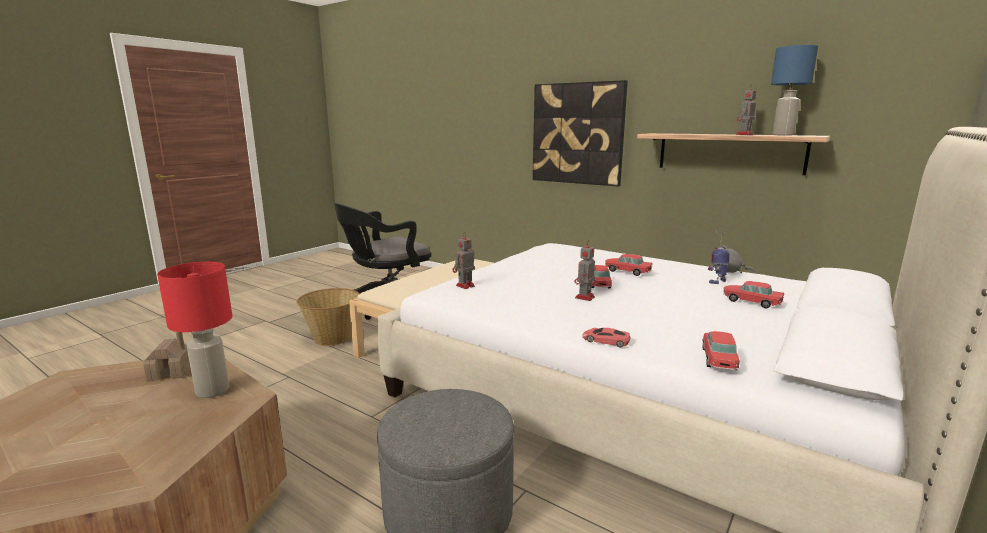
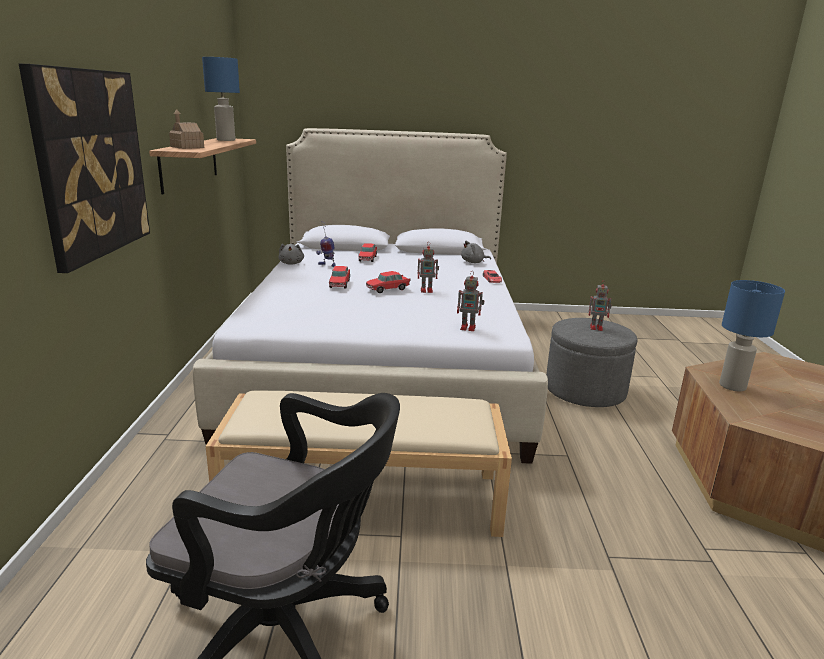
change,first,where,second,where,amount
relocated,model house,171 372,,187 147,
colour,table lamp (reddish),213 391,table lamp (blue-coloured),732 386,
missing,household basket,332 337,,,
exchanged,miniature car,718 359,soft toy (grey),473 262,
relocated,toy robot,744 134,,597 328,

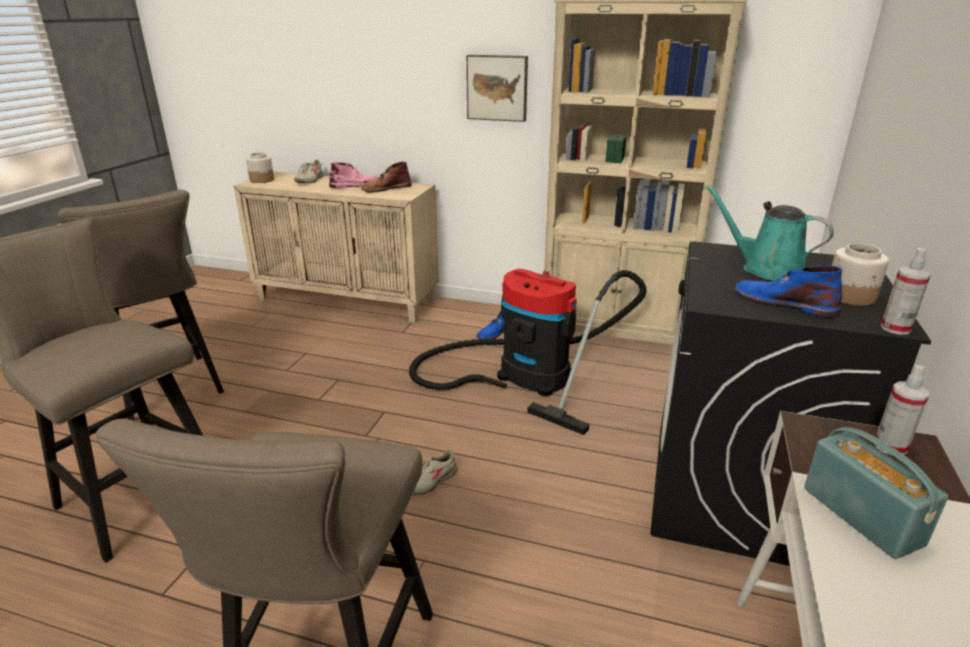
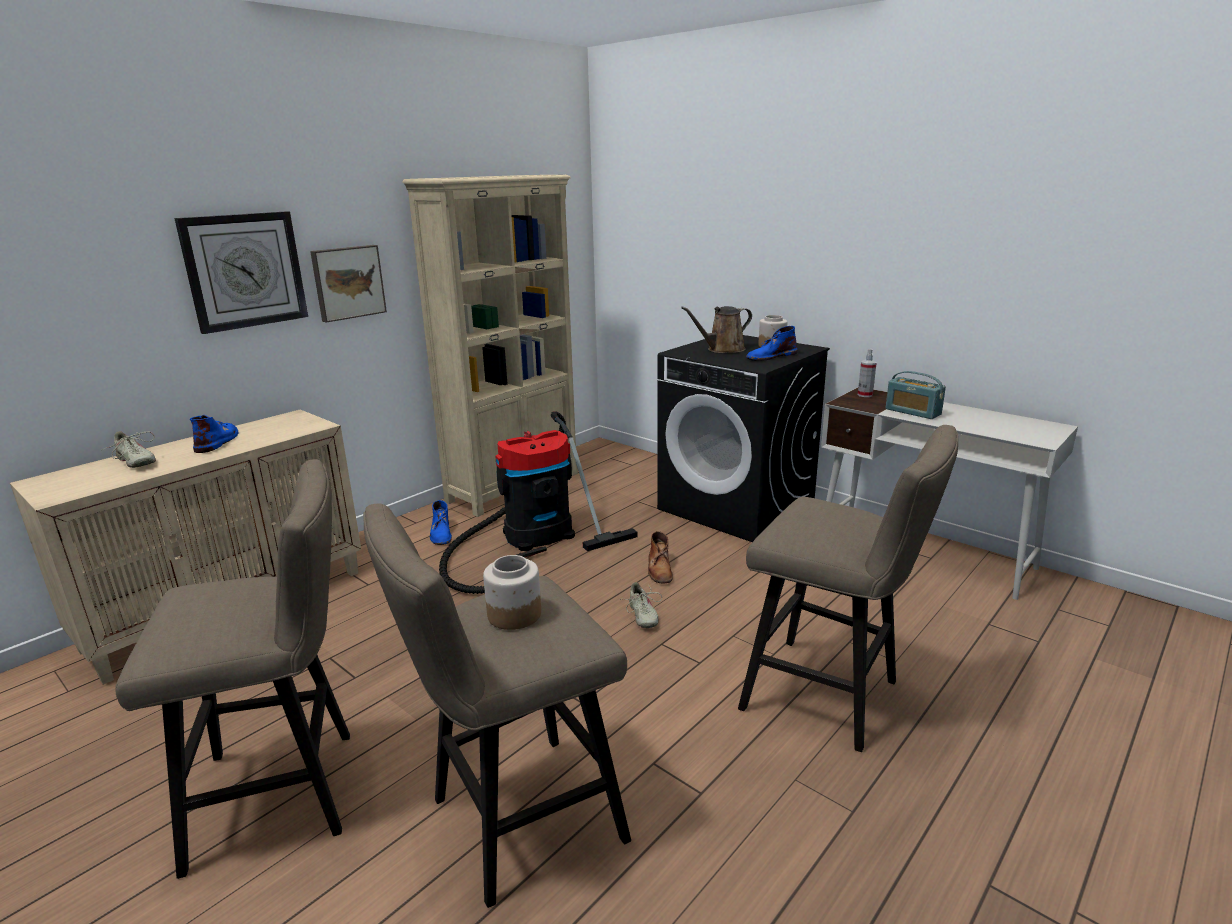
change,first,where,second,where,amount
relocated,jar,261 180,,513 615,
colour,high-top boot (pinkish),355 185,high-top boot (blue-coloured),218 441,
relocated,high-top boot (brownish),386 188,,659 569,
colour,watering can (blue-green),766 269,watering can (brownish),722 350,
spun,radio receiver,861 516,,912 412,135 degrees counterclockwise
missing,hand sprayer,895 328,,,
appeared,,,clock on the wall,244 271,

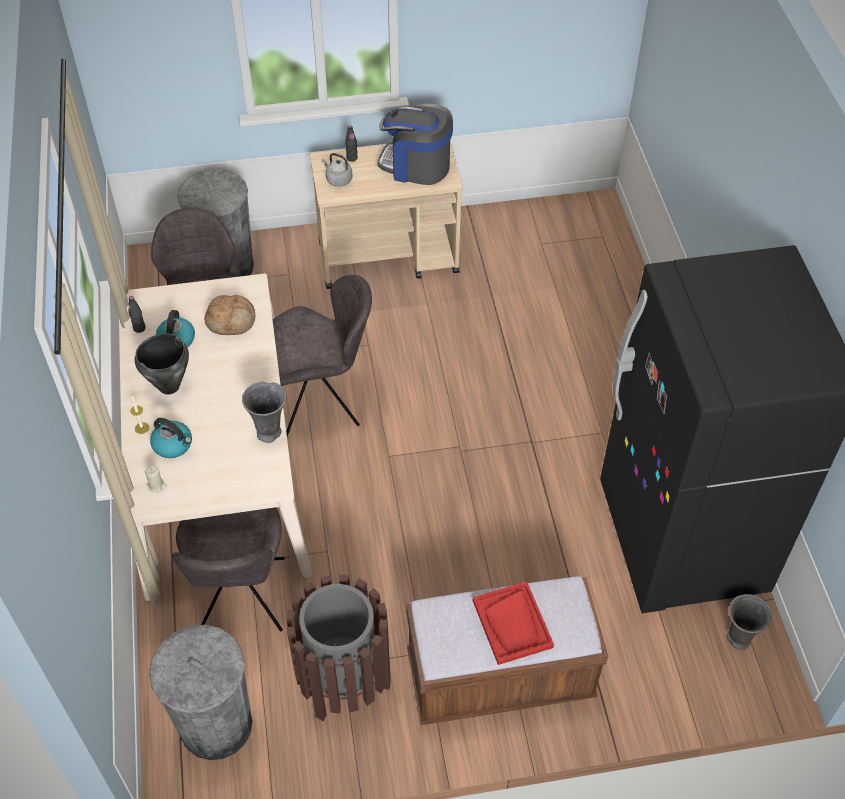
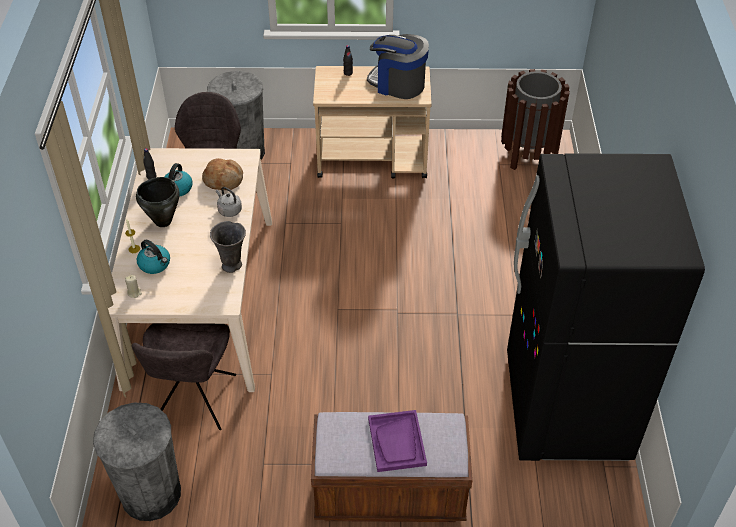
change,first,where,second,where,amount
missing,plain chair (grey),321 402,,,
relocated,trash can (brownish),343 680,,528 153,
relocated,water kettle (grey),338 179,,229 210,
colour,tray (reddish),512 624,tray (purple-coloured),397 442,
missing,flower vase (grey),738 640,,,

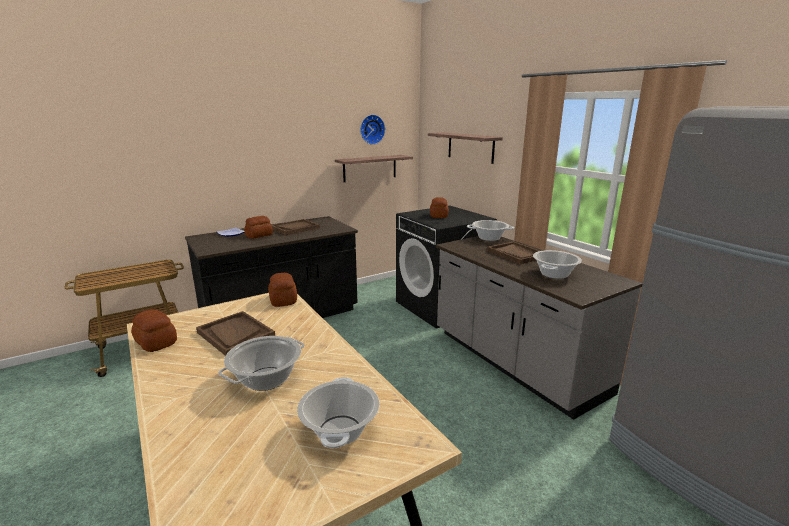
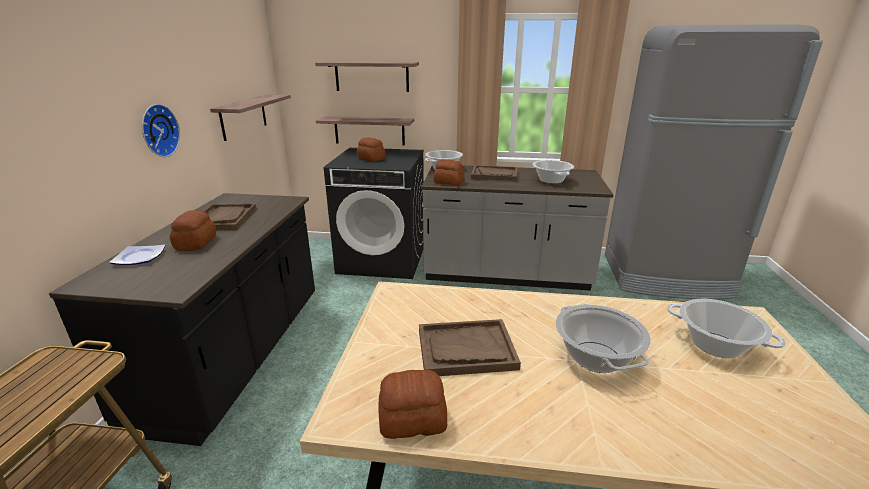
change,first,where,second,where,amount
relocated,bread,283 300,,449 182,
relocated,clock on the wall,371 129,,157 130,
appeared,,,wall shelf,369 130,

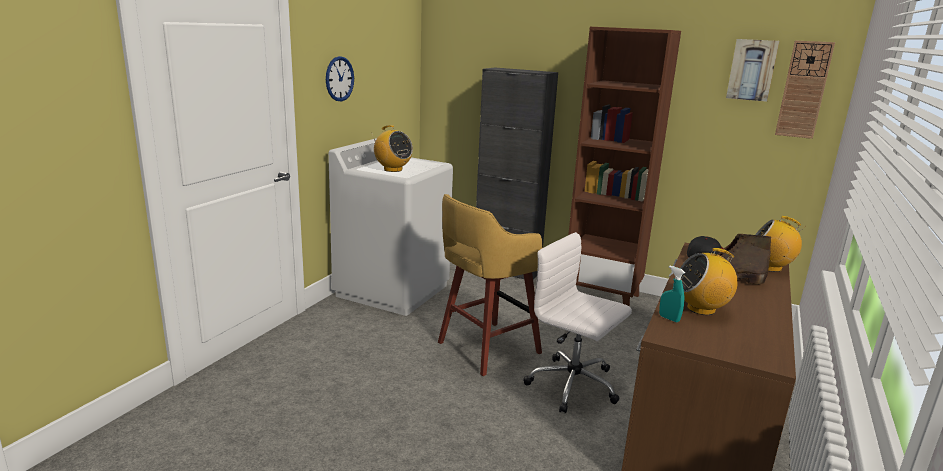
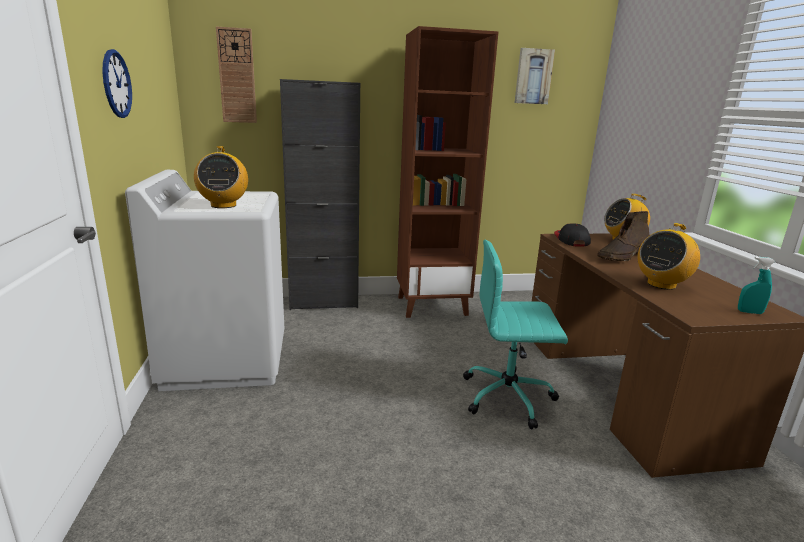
change,first,where,second,where,amount
spun,radio receiver,392 169,,223 205,75 degrees clockwise
missing,stool (yellow),486 348,,,
colour,computer chair (white),574 386,computer chair (blue-green),509 397,
relocated,hand sprayer (blue-green),669 318,,749 312,
relocated,clock on the wall,803 90,,237 76,

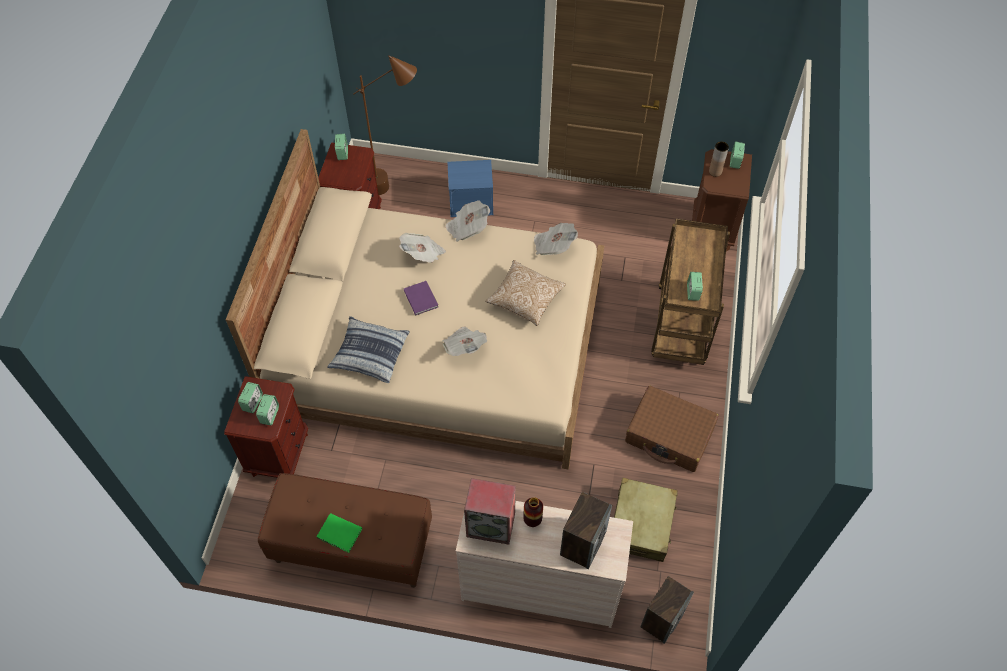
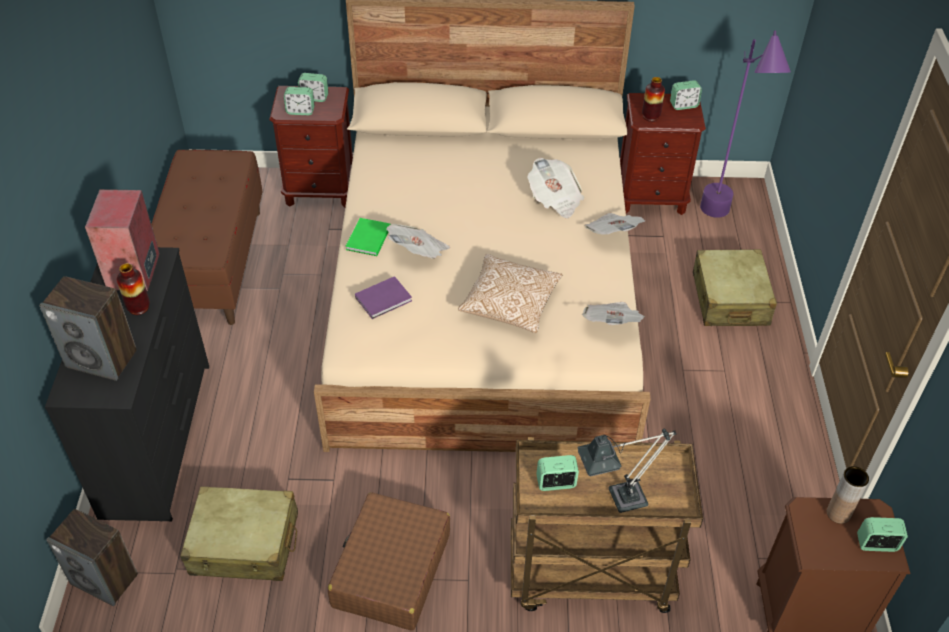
change,first,where,second,where,amount
relocated,book (green),340 534,,367 239,
missing,cushion,370 354,,,
colour,standing lamp (brownish),396 187,standing lamp (purple-coloured),721 224,
relocated,book (purple-coloured),421 298,,385 299,
exchanged,storage box (blue-coloured),471 201,suitcase (beige),729 299,
colour,dresser (beige),540 586,dresser (blackish),158 439,
appeared,,,table lamp,618 499,
appeared,,,flower vase,650 117,

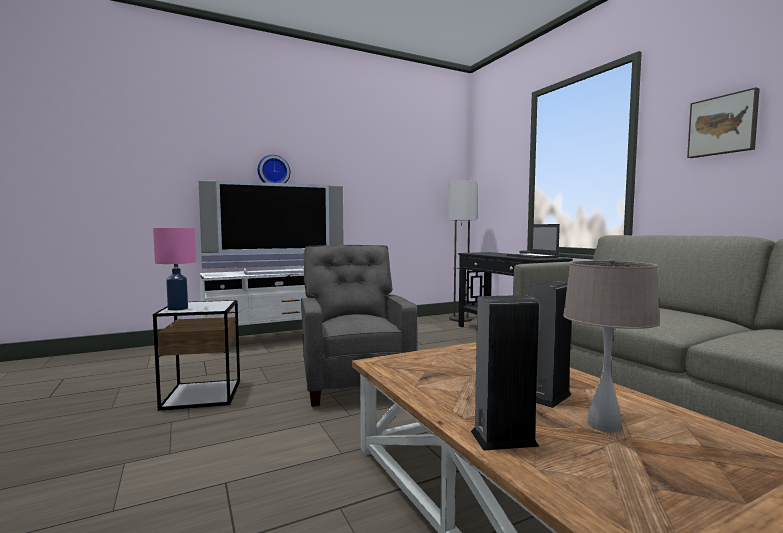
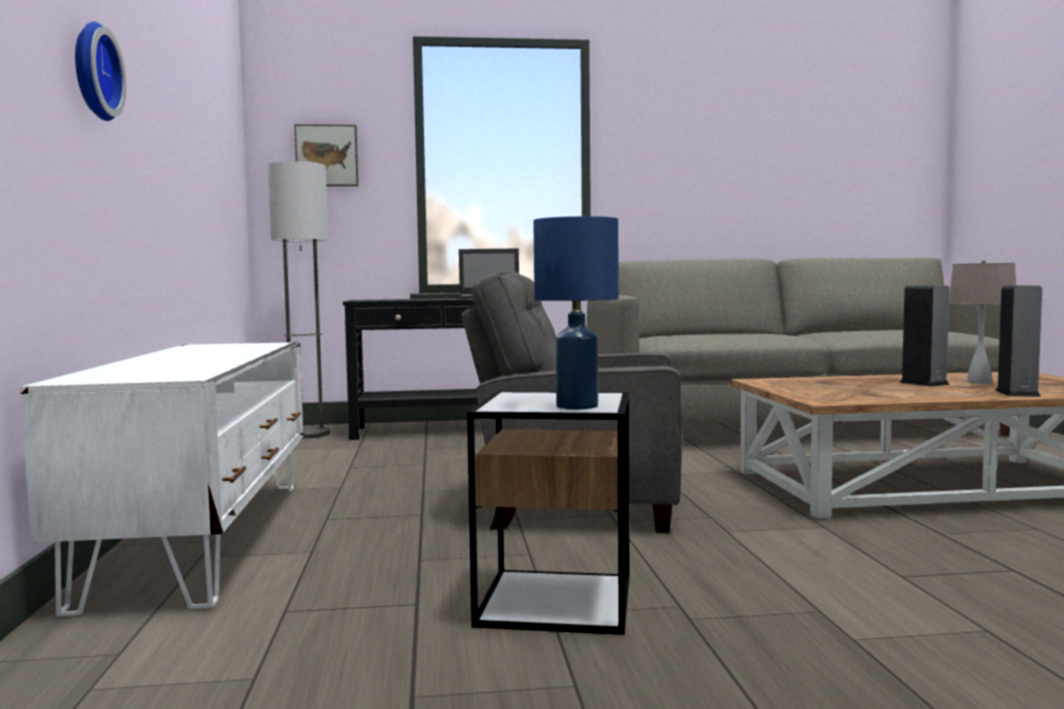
change,first,where,second,where,amount
colour,table lamp (pinkish),177 309,table lamp (blue-coloured),577 406,
missing,television,277 272,,,
relocated,wall art,723 125,,327 156,

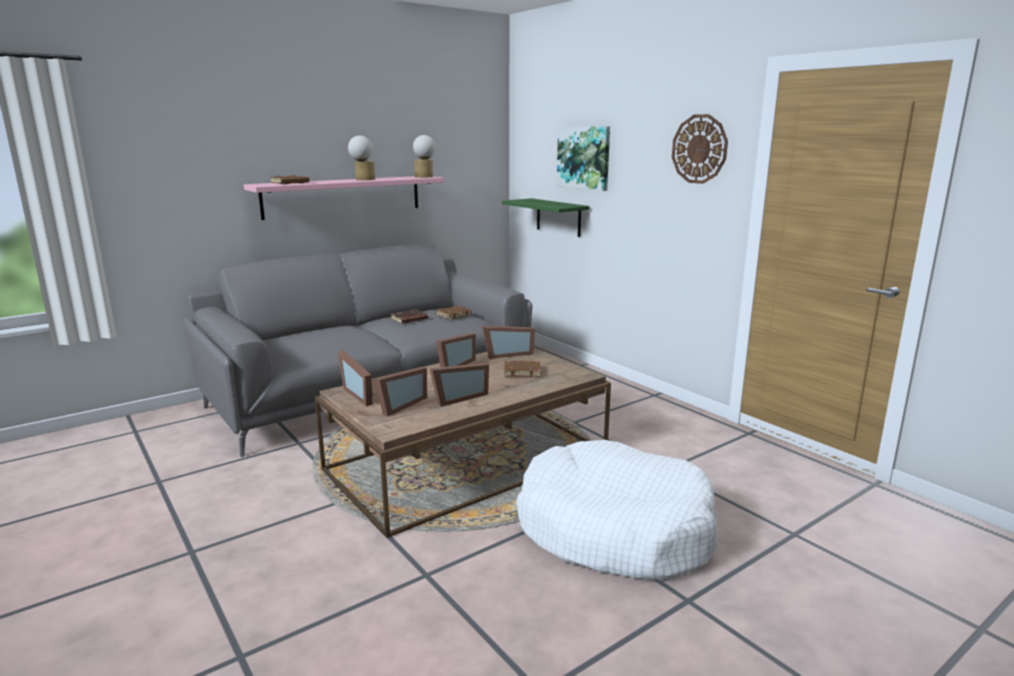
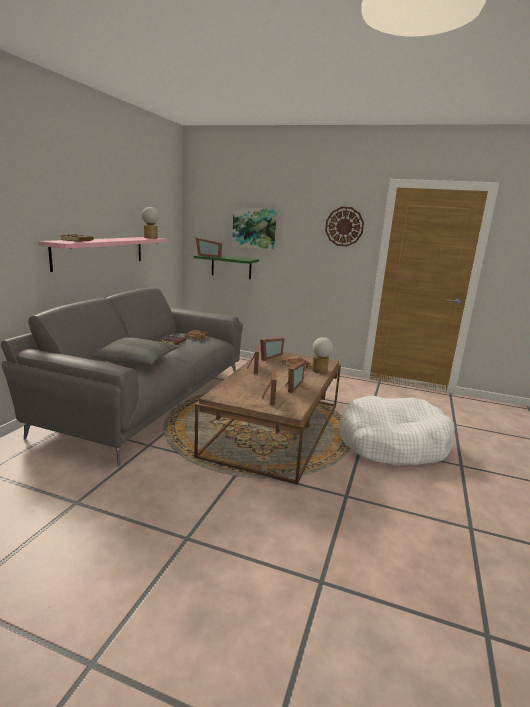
change,first,where,second,where,amount
relocated,standing frame,361 394,,209 256,
relocated,table lamp,363 179,,319 371,
appeared,,,cushion (grey),137 360,

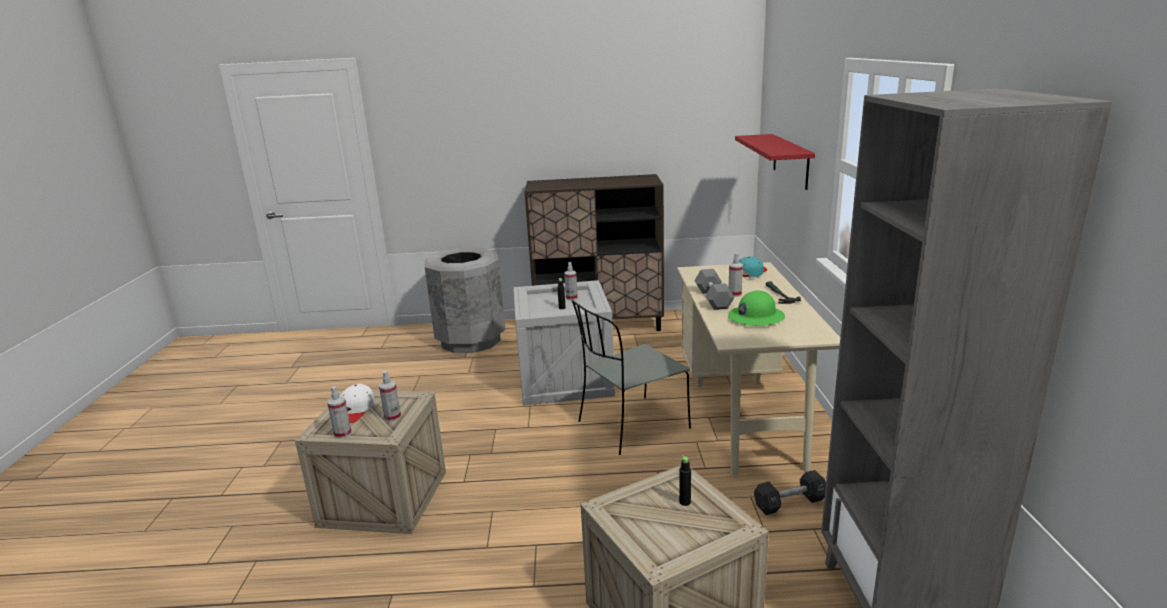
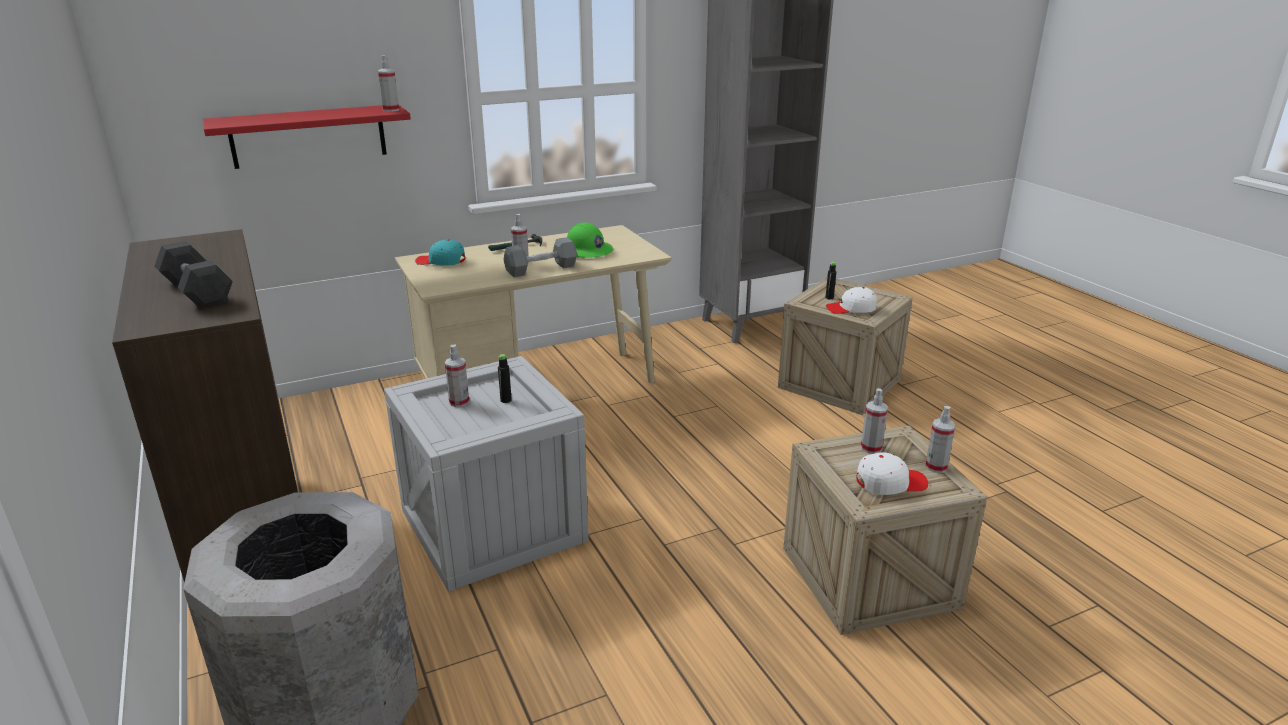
change,first,where,second,where,amount
missing,plain chair (grey),631 426,,,
relocated,free weight (blackish),789 503,,197 292,
appeared,,,hand sprayer,391 110,
appeared,,,cap (white),851 308,

